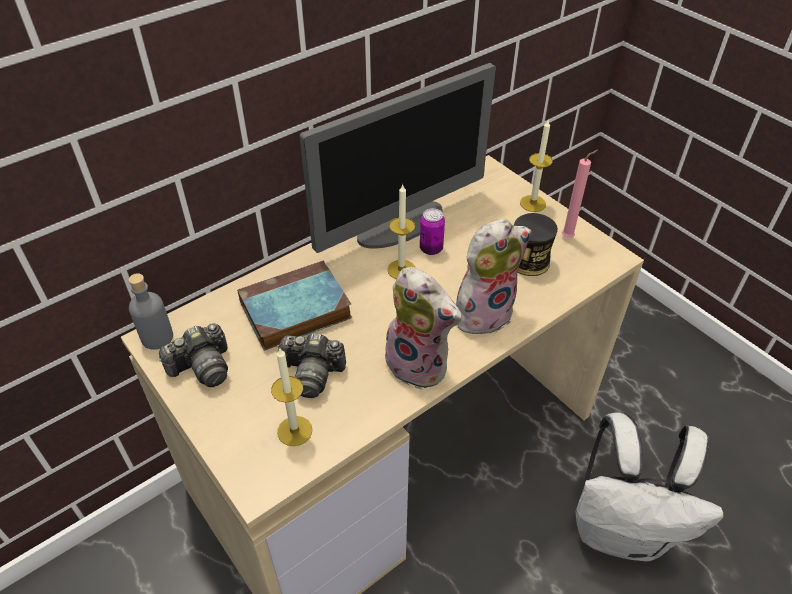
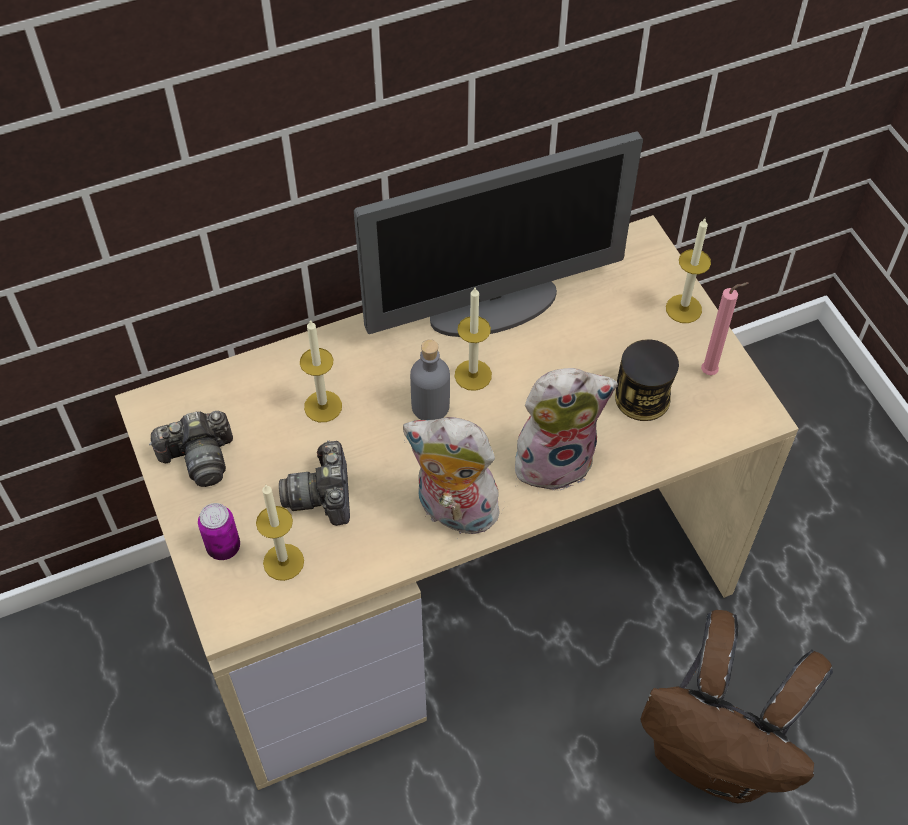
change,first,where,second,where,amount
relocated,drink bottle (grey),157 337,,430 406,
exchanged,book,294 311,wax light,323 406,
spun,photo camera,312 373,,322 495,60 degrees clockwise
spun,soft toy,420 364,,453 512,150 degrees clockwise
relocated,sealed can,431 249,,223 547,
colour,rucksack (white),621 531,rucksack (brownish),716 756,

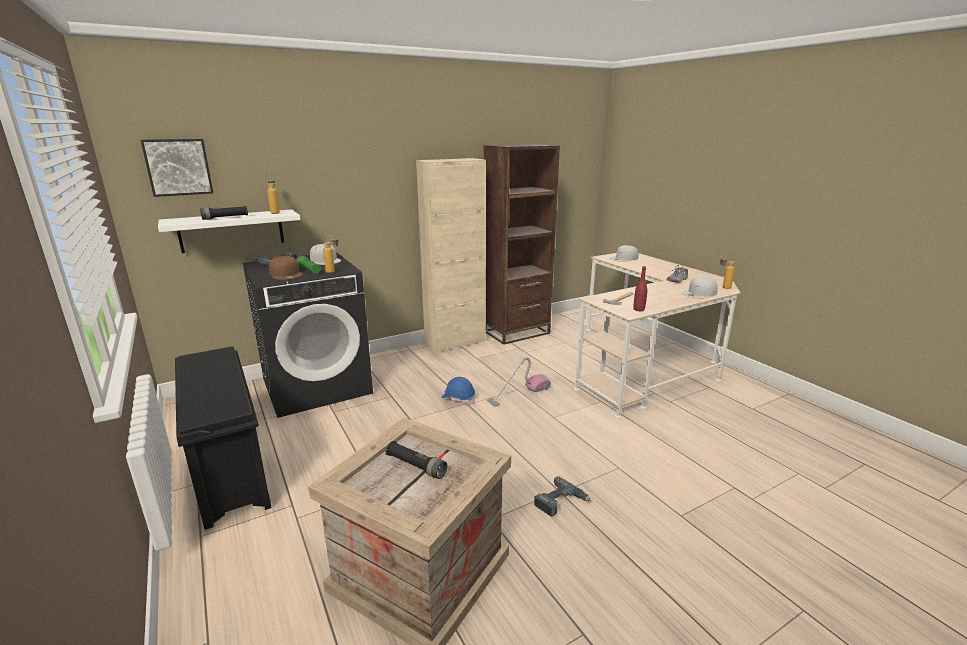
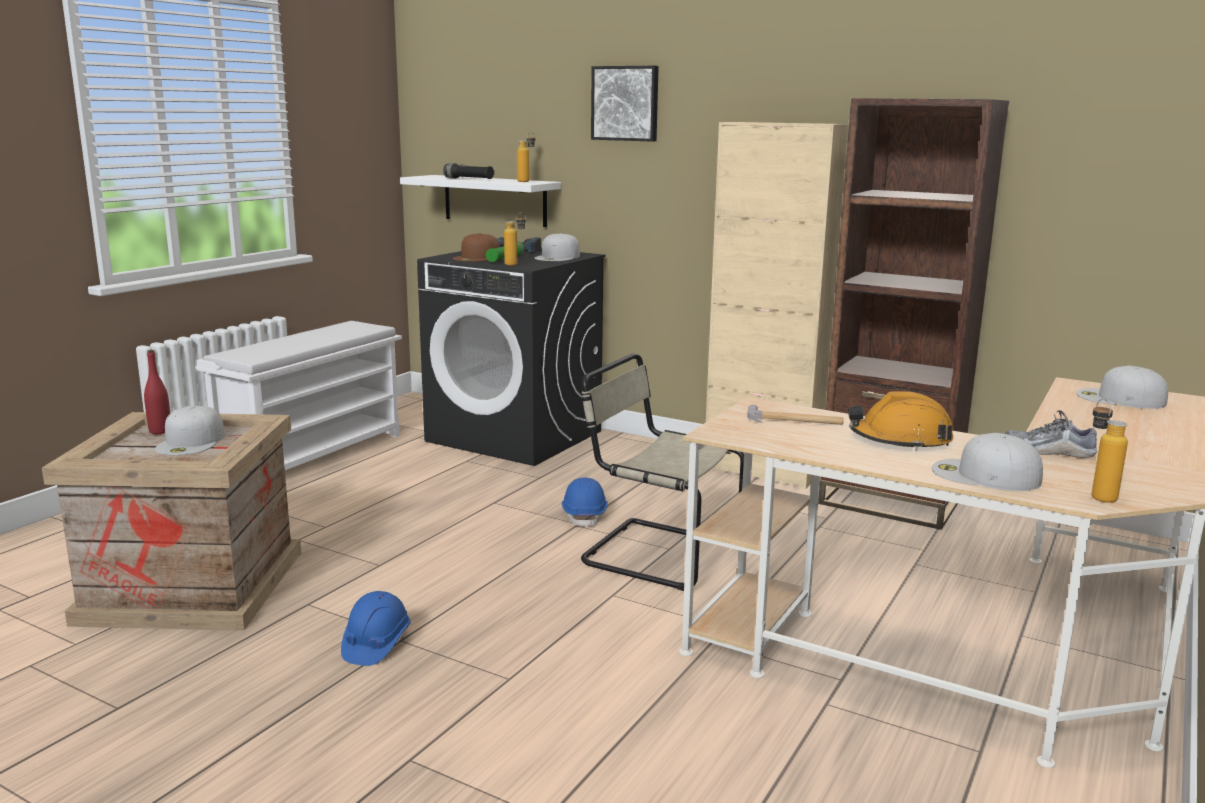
change,first,where,second,where,amount
relocated,wall art,178 167,,626 103,
colour,shoe stand (blackish),228 469,shoe stand (white),314 454,
exchanged,flashlight (blackish),416 466,cap (white),192 442,
exchanged,hoover,519 394,plain chair (beige),655 553,
exchanged,electric drill,561 502,work helmet (blue-coloured),376 645,
relocated,drink bottle (reddish),639 309,,160 431,
appeared,,,work helmet (orange),900 440,

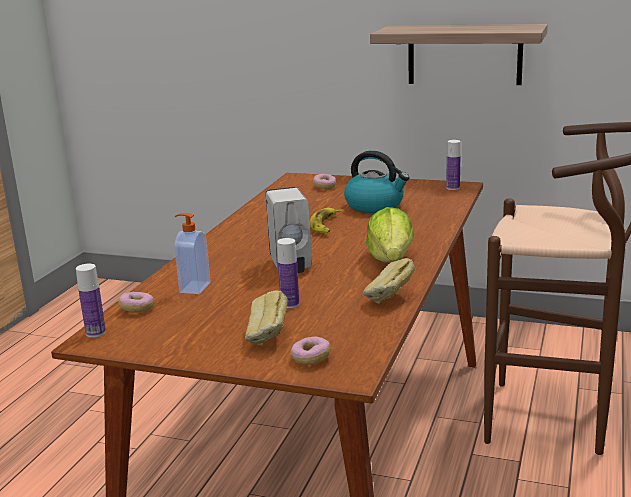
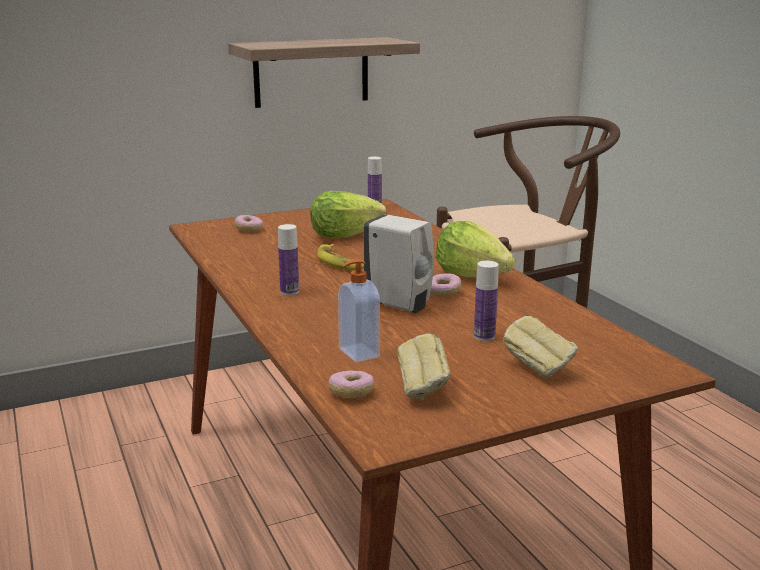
change,first,where,second,where,amount
relocated,drink bottle,95 333,,289 292,
relocated,doughnut,311 358,,443 292,
exchanged,water kettle,375 206,lettuce head,344 236,
relocated,bread,390 298,,423 390,

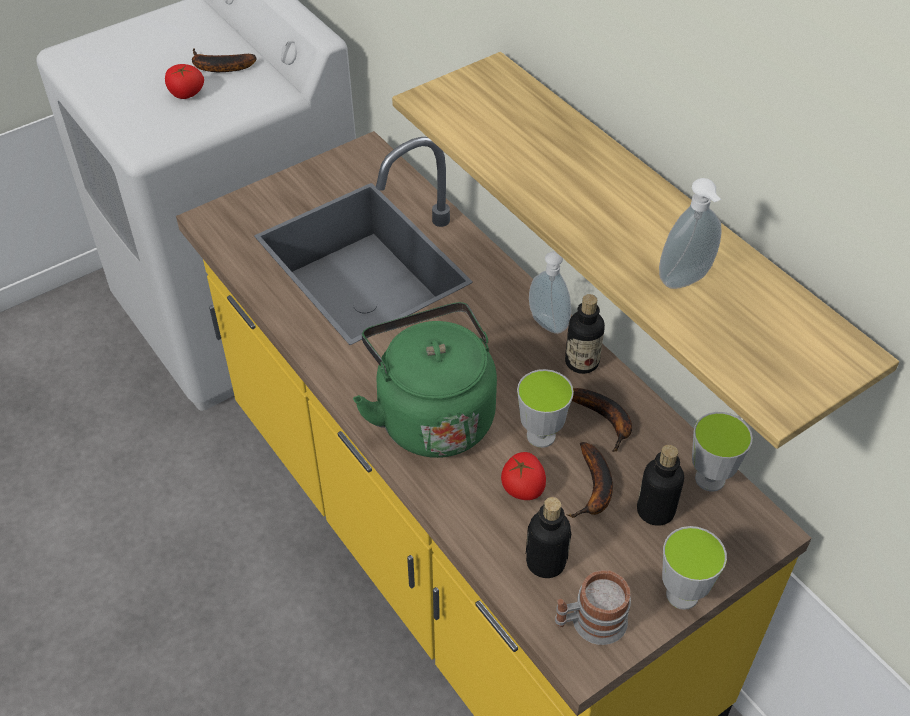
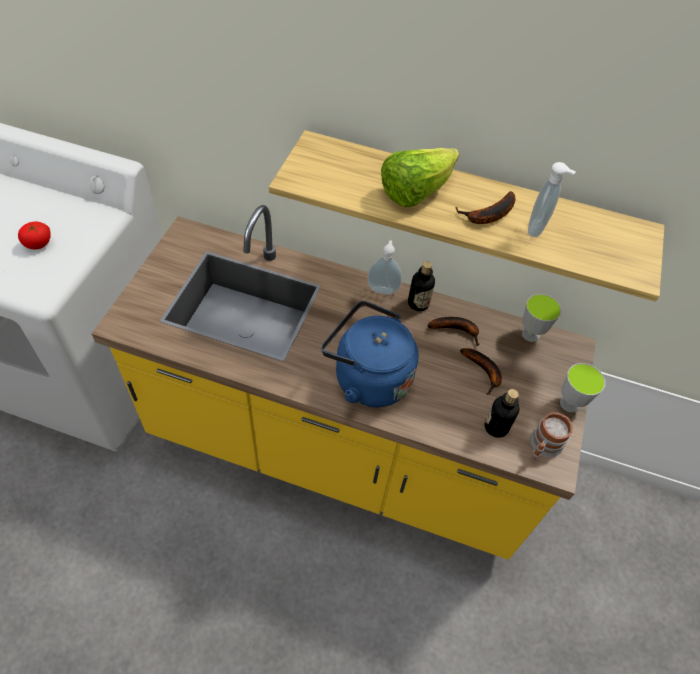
change,first,where,second,where,amount
relocated,banana,218 67,,488 215,
colour,water kettle (green),432 415,water kettle (blue-coloured),367 378,
missing,fresh tomato,522 488,,,
missing,cup,541 436,,,
missing,drink bottle,655 511,,,
appeared,,,lettuce head,415 192,

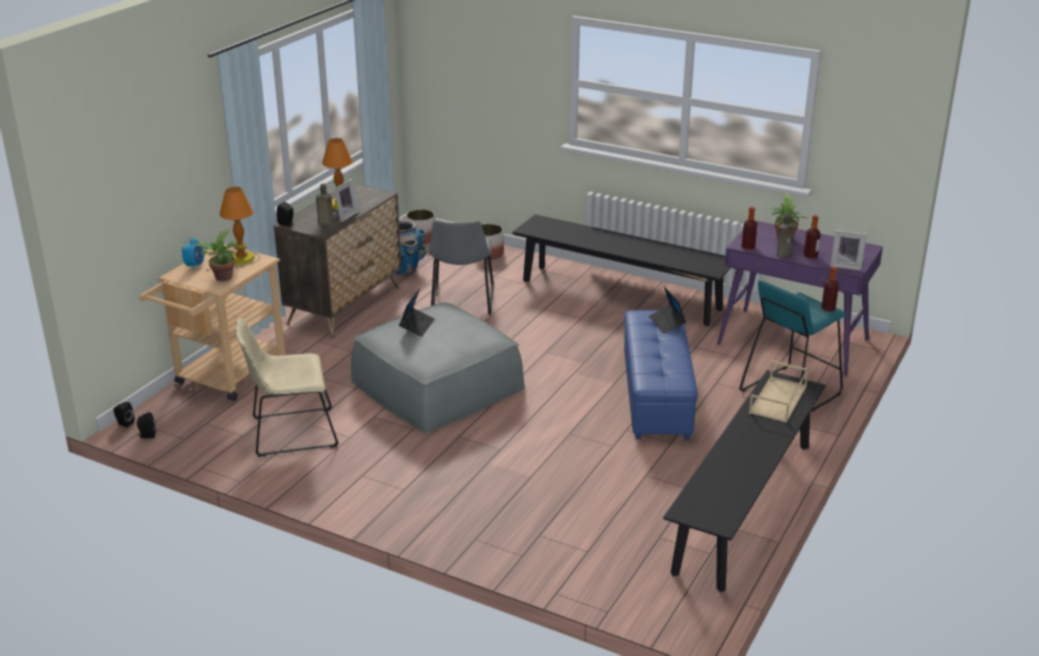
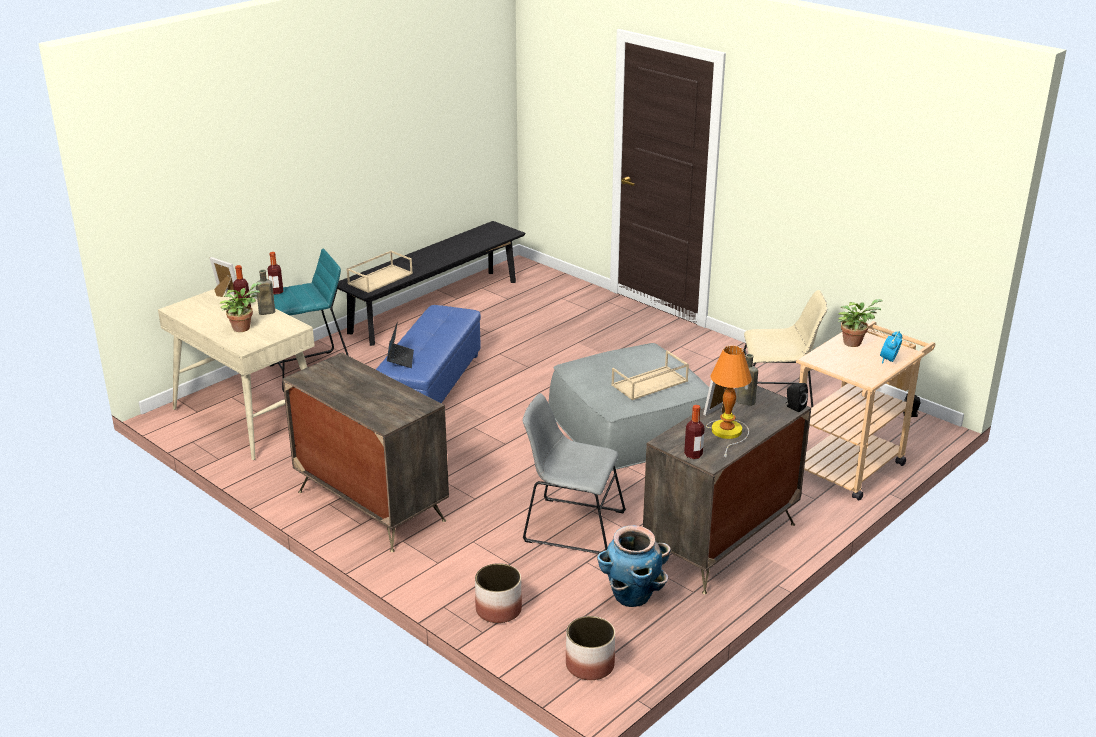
change,first,where,second,where,amount
missing,audio speaker (blackish),124 423,,,
missing,table lamp,240 260,,,
exchanged,portable computer,417 326,tray (beige),649 383,
spun,plain chair (grey),462 301,,569 525,90 degrees counterclockwise
exchanged,long seat (blackish),620 295,dresser,370 505,
colour,desk table (purple-coloured),793 342,desk table (beige),247 417,
relocated,drink bottle,748 247,,693 455,

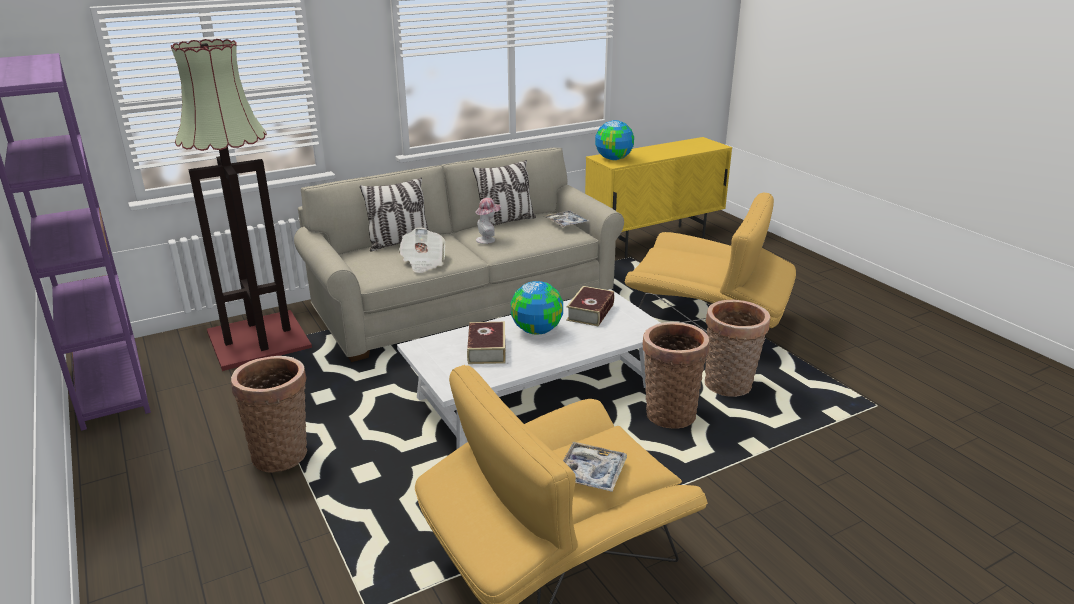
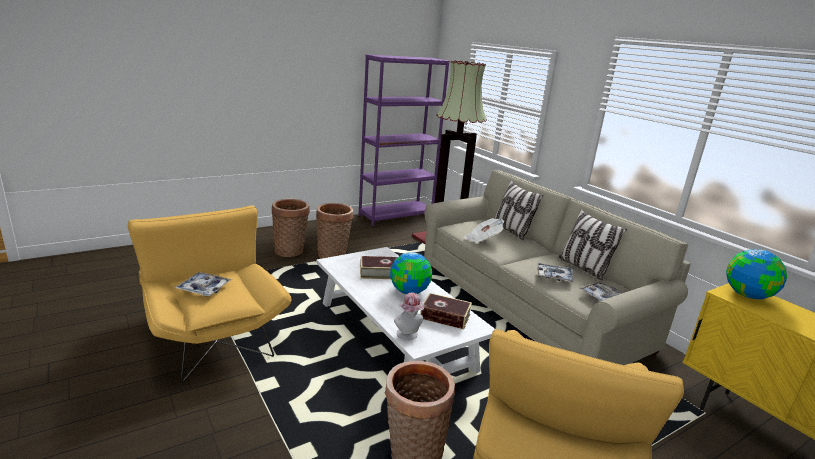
change,first,where,second,where,amount
relocated,wearable hat,488 239,,408 335,
relocated,household basket,669 413,,291 251,
appeared,,,tray,553 276,

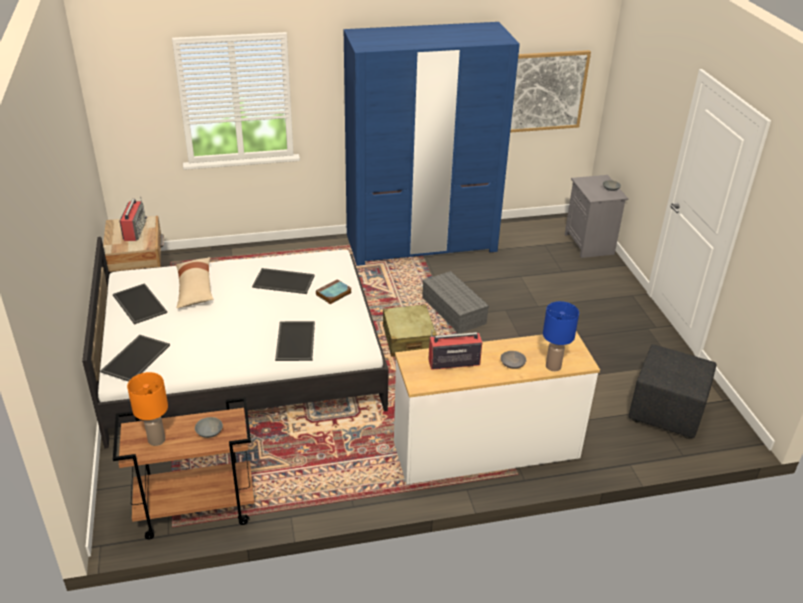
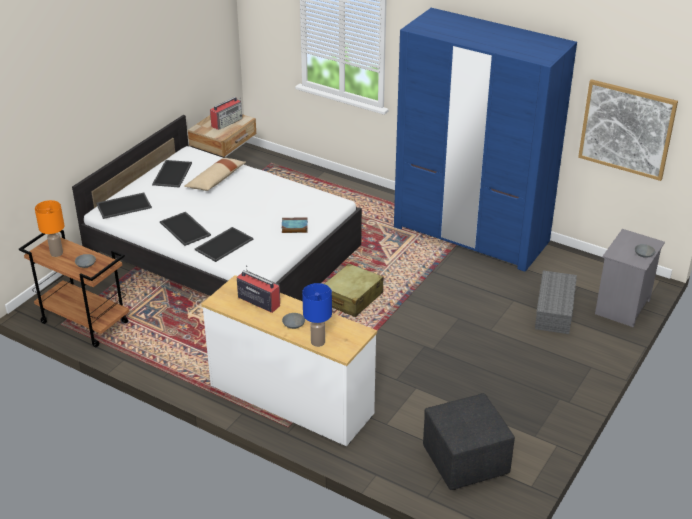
change,first,where,second,where,amount
relocated,tray,284 281,,186 229,
relocated,storage box (grey),455 311,,555 311,

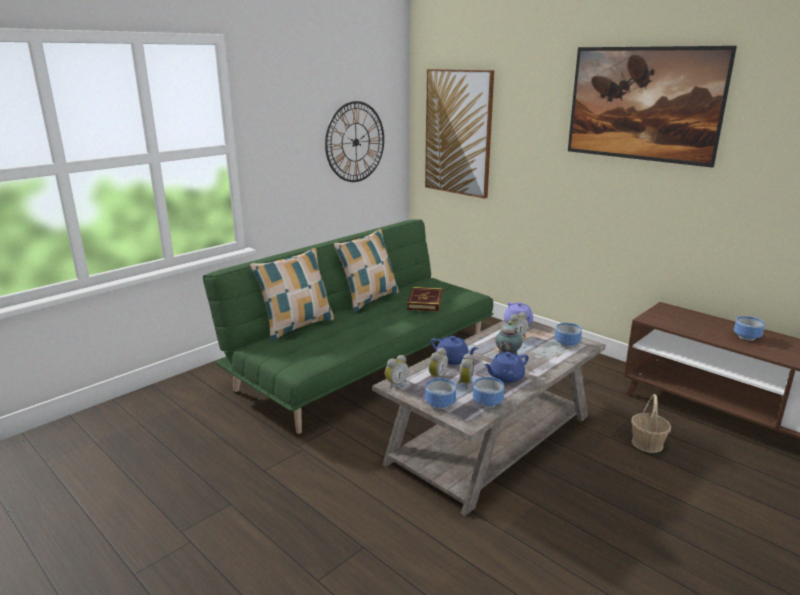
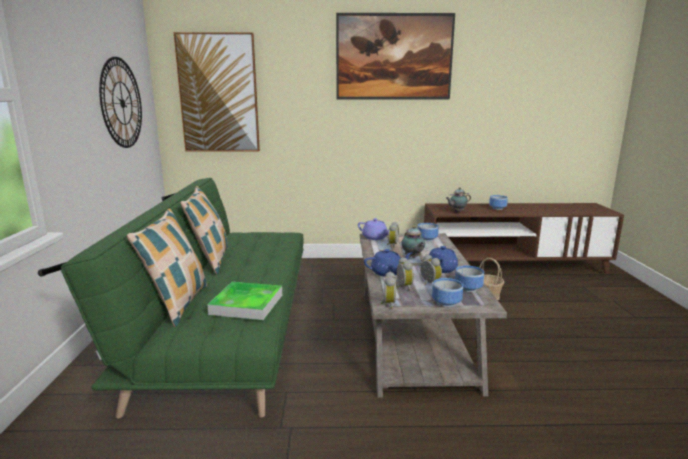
change,first,where,second,where,amount
missing,book,425 302,,,
appeared,,,tray,247 304,
appeared,,,pot for tea,457 211,

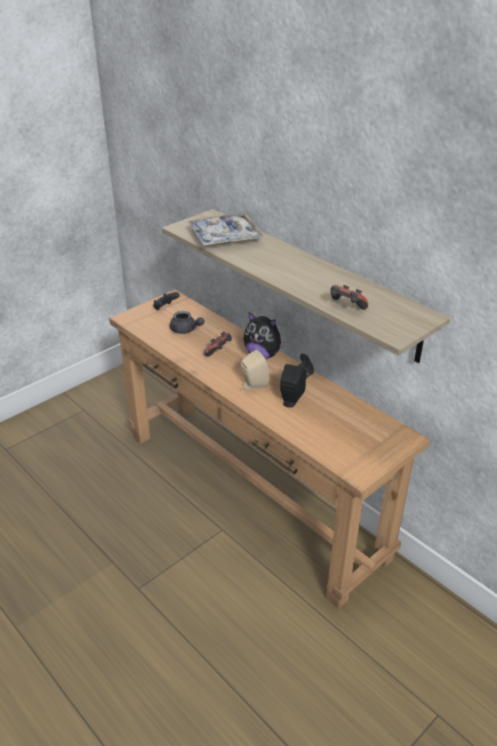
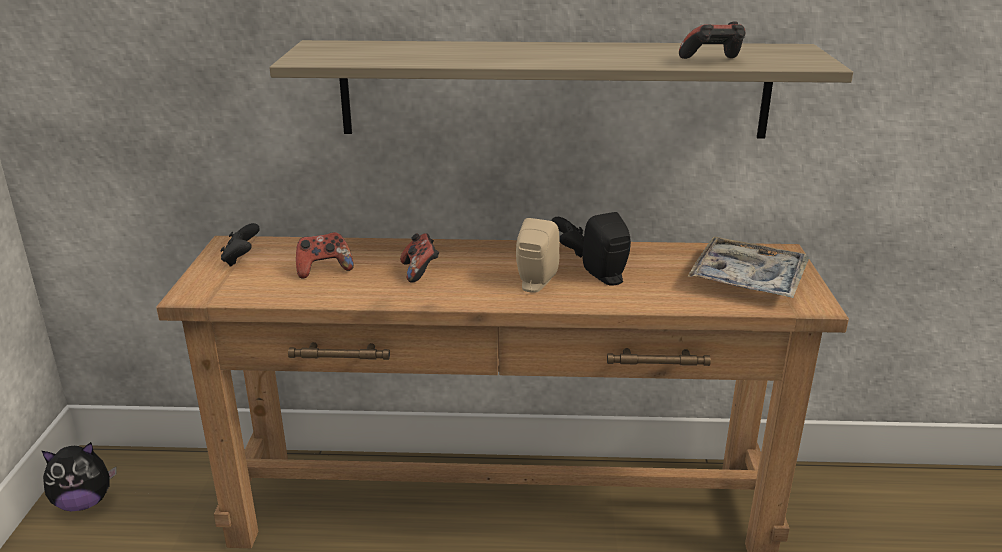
change,first,where,second,where,amount
exchanged,pot for tea (grey),186 330,game controller,324 269,
relocated,tray,225 237,,748 279,
relocated,soft toy,263 355,,84 503,

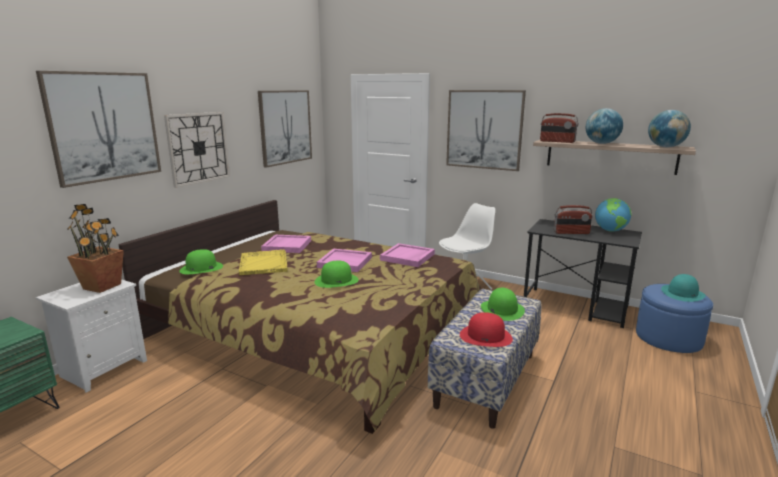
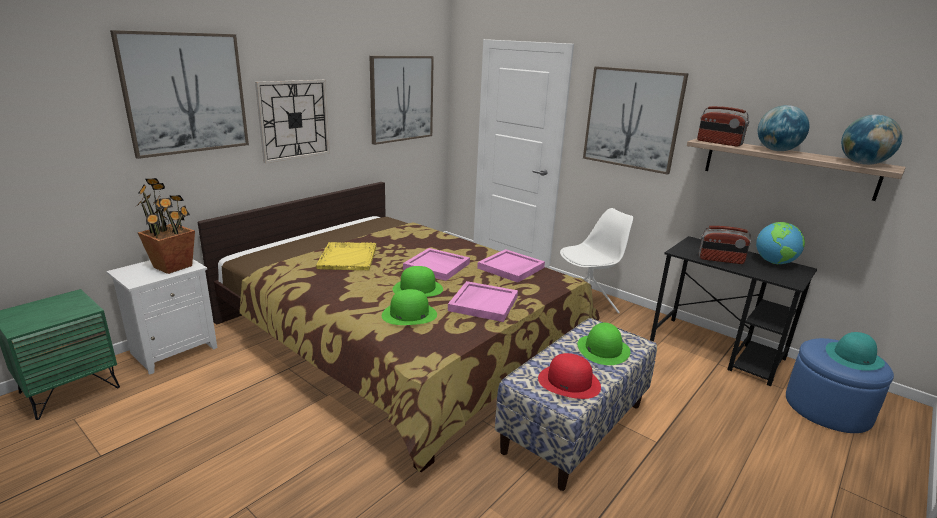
change,first,where,second,where,amount
relocated,wearable hat (green),201 268,,409 314,
relocated,tray (pinkish),287 245,,483 303,

